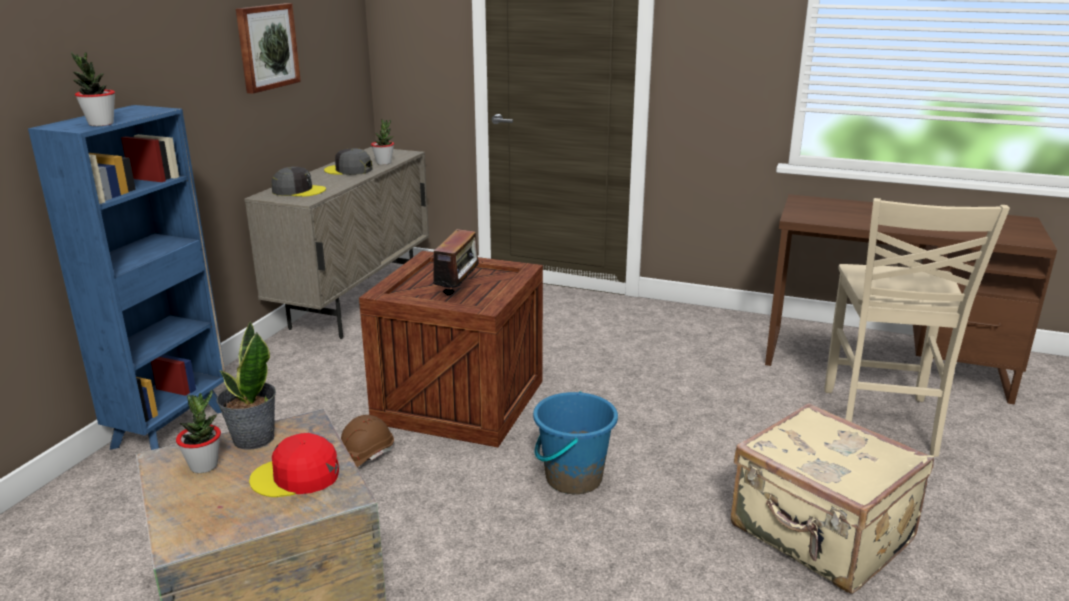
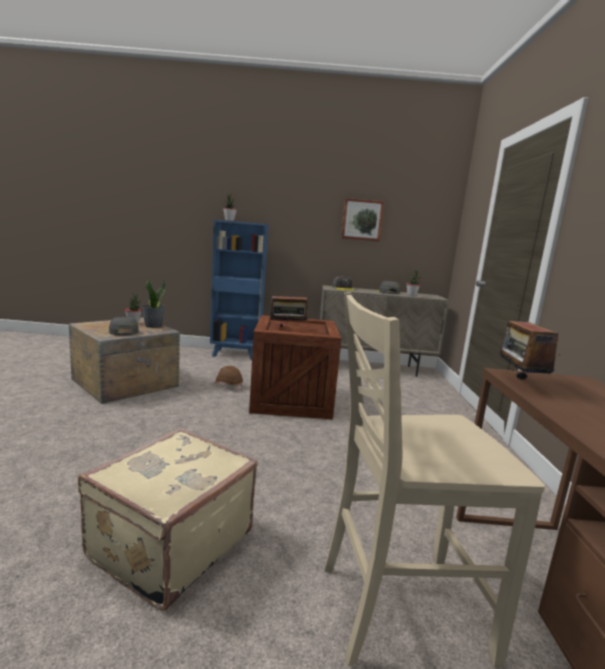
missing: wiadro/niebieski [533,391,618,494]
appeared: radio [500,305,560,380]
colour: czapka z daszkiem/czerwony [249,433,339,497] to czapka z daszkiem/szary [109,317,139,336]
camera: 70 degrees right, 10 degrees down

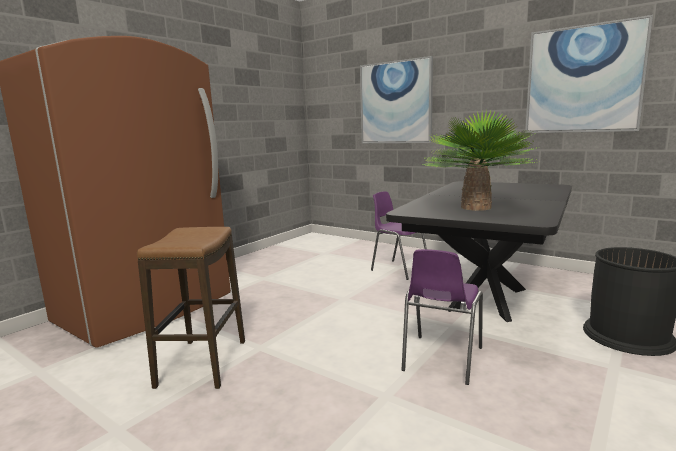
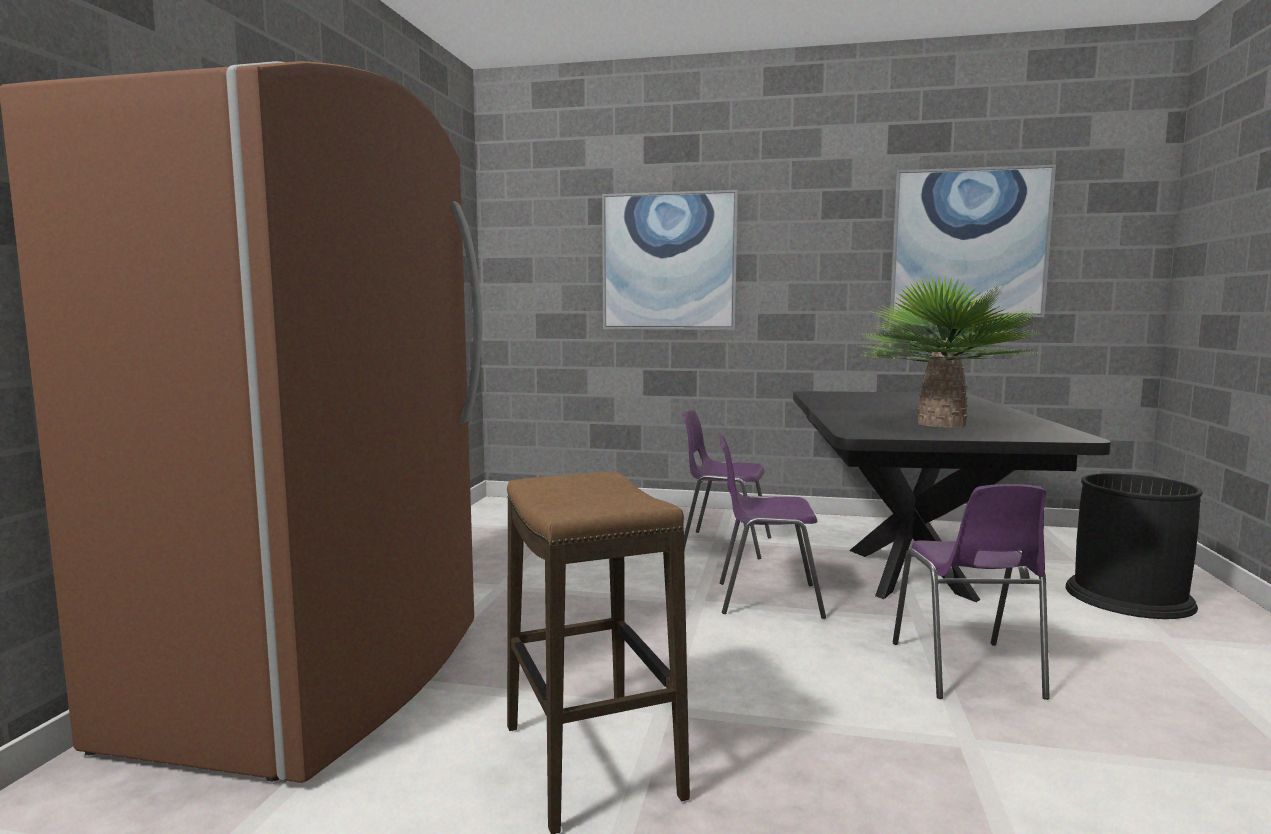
appeared: krzesło/fioletowy [719,435,826,619]
camera: 25 degrees left, 5 degrees down

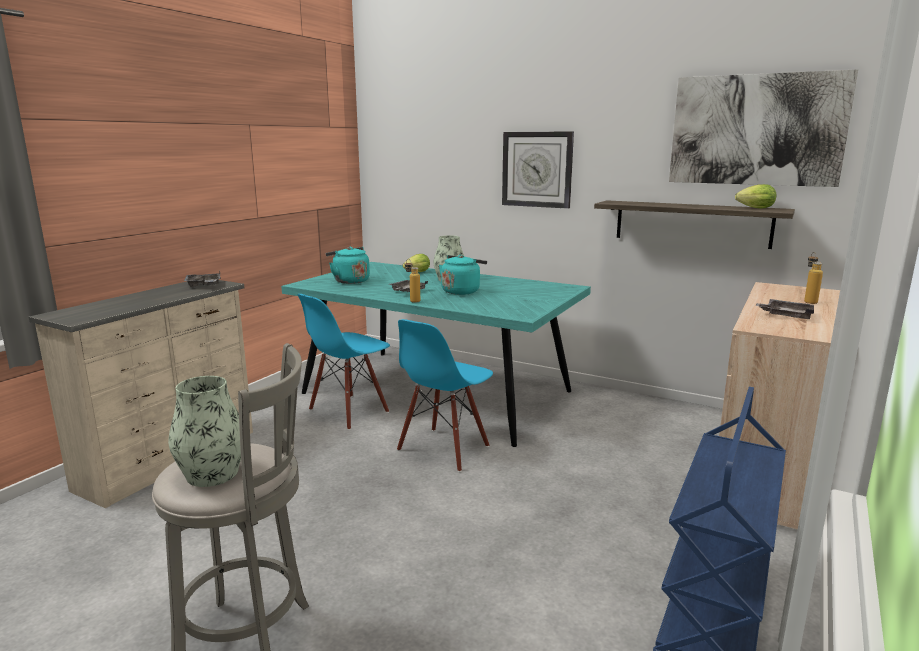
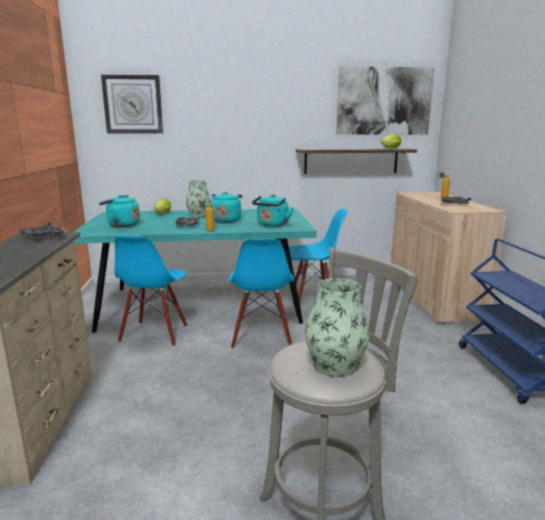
appeared: czajnik/turkusowy [252,195,294,227]; krzesło/niebieski [289,209,348,302]
relocated: zegar ścienny [502,131,574,209] to [101,74,163,134]
camera: 35 degrees left, 0 degrees up

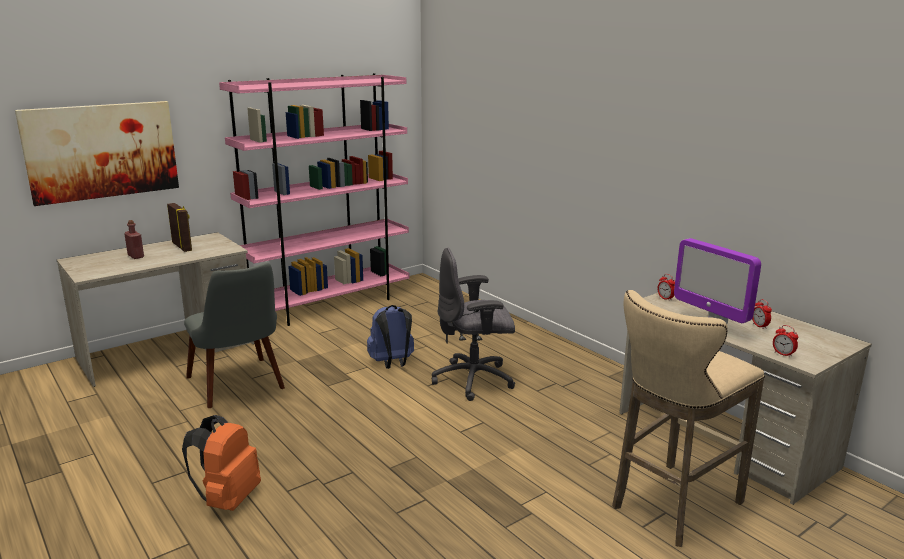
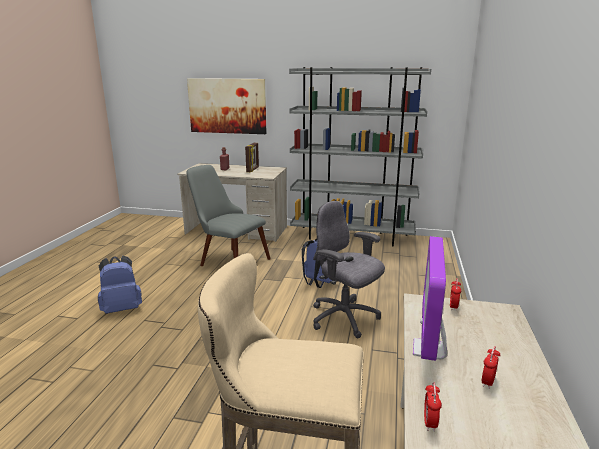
colour: plecak/pomarańczowy [182,415,261,511] to plecak/niebieski [98,256,142,314]; regał/różowy [219,73,409,326] to regał/szary [289,67,431,246]
spun: krzesło/szary [184,262,285,408] = [187,165,271,266] 105 degrees clockwise
camera: 50 degrees right, 0 degrees up

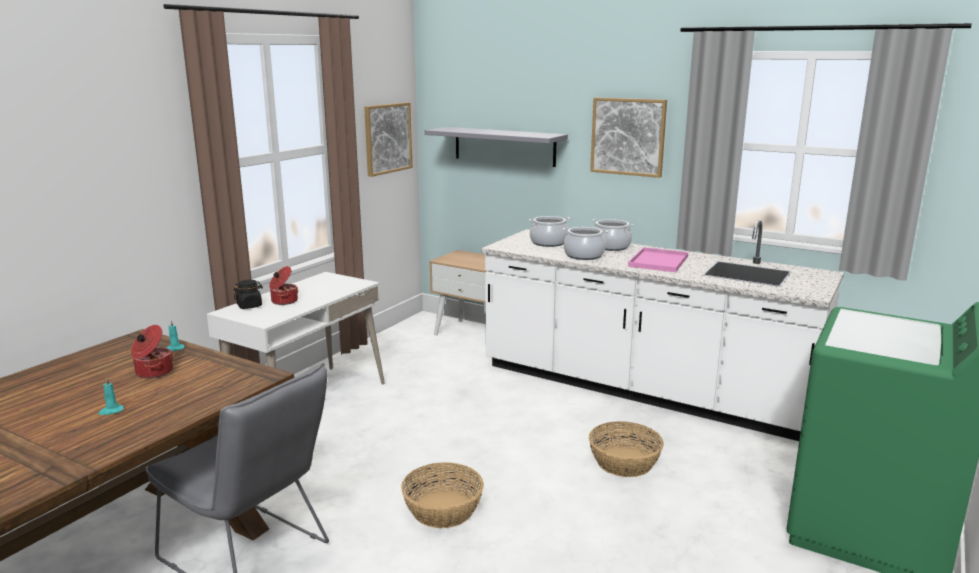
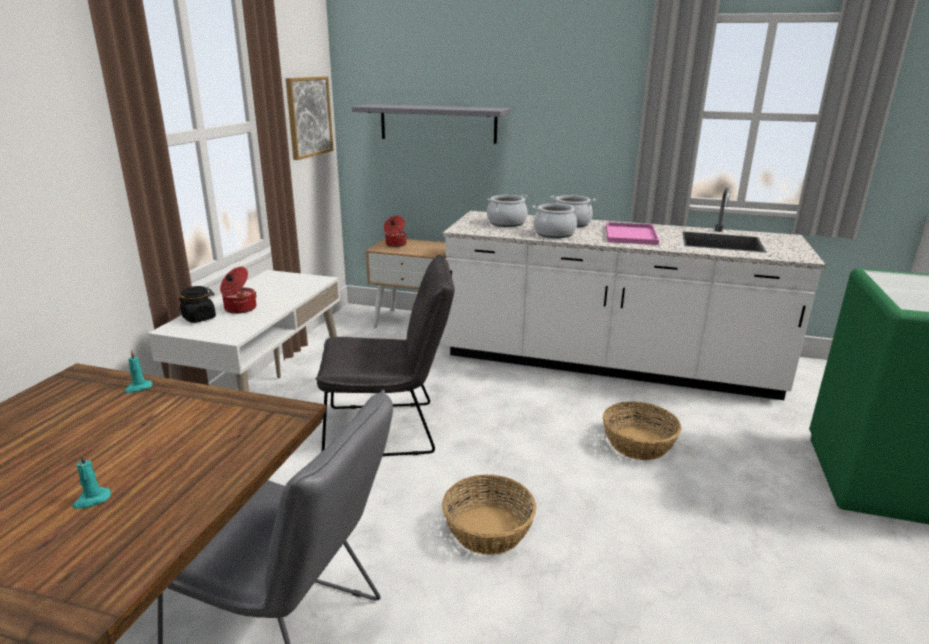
missing: obraz [590,97,667,178]
appeared: krzesło/szary [316,255,455,456]
relocated: garnek [131,325,173,378] to [383,216,406,247]
camera: 15 degrees left, 5 degrees up

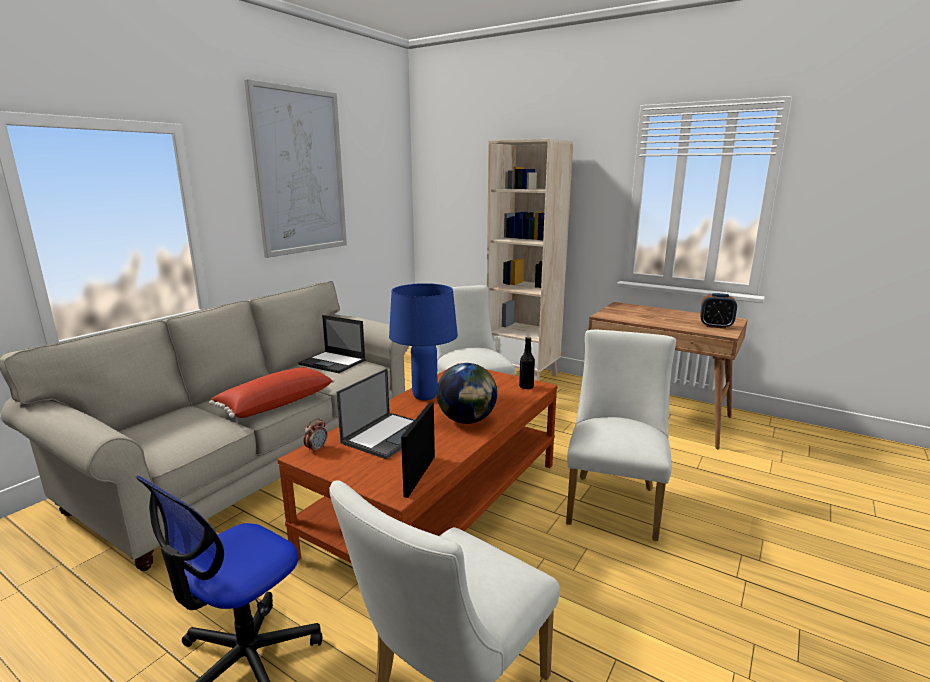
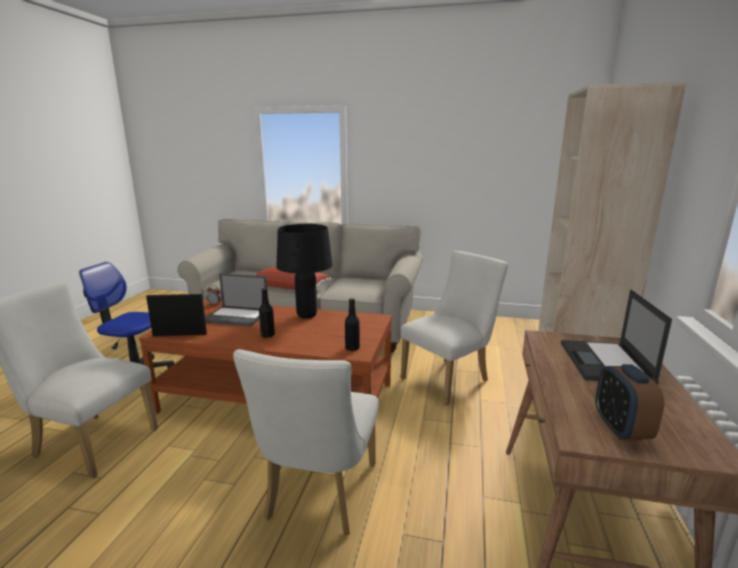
missing: obraz [244,79,347,258]
relocated: laptop [298,315,366,373] to [561,290,672,385]
exchanged: globus [437,363,497,424] to butelka/czarny [259,288,275,338]
colour: lampa stołowa/niebieski [389,283,458,400] to lampa stołowa/czarny [276,224,333,319]
spun: krzesło/biały [566,330,676,541] = [233,349,379,536] 105 degrees clockwise
camera: 70 degrees right, 0 degrees up

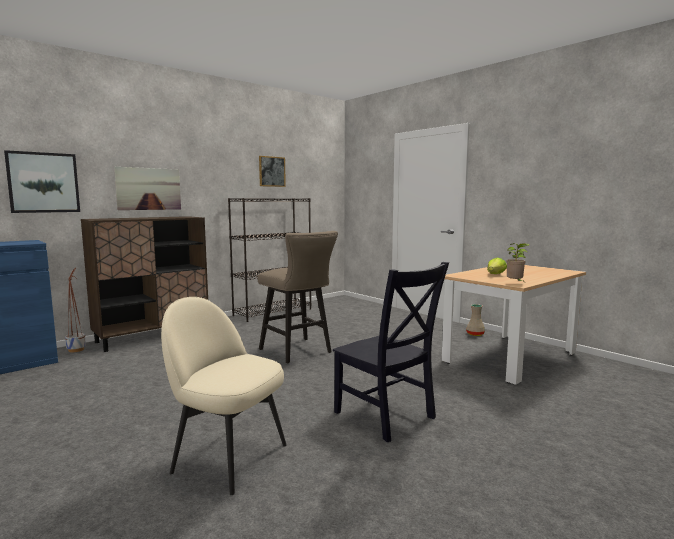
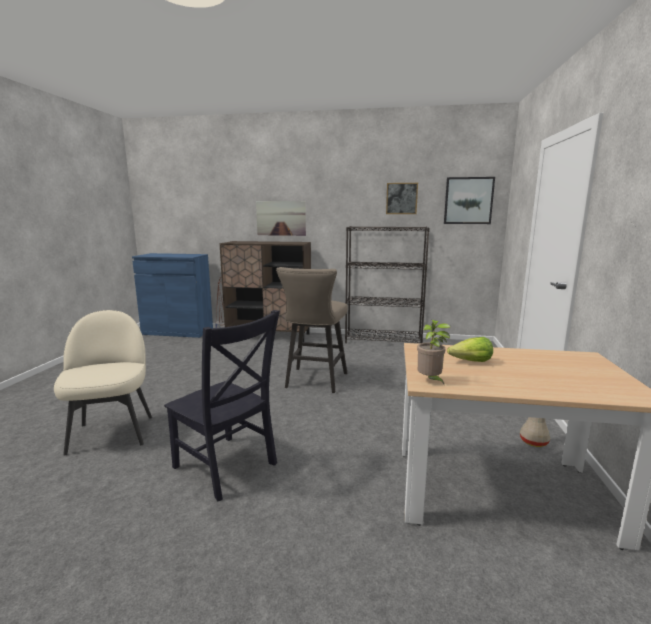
relocated: obraz [4,150,80,213] to [444,177,495,224]
spun: krzesło/czarny [333,262,449,442] = [164,310,280,501] 60 degrees counterclockwise
camera: 50 degrees right, 5 degrees up

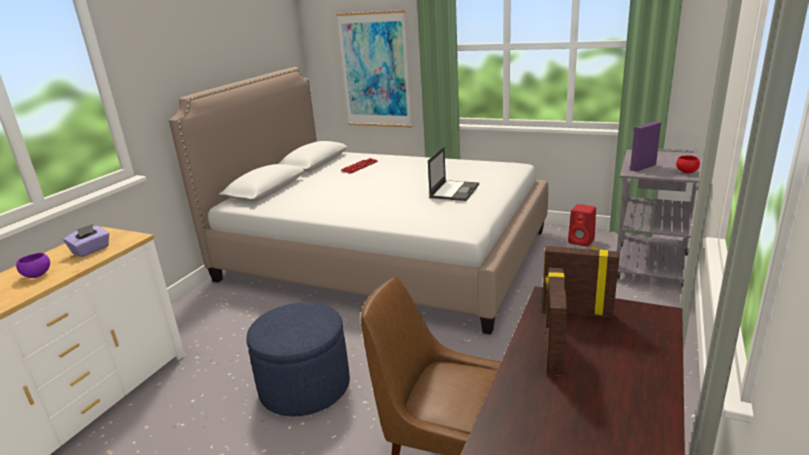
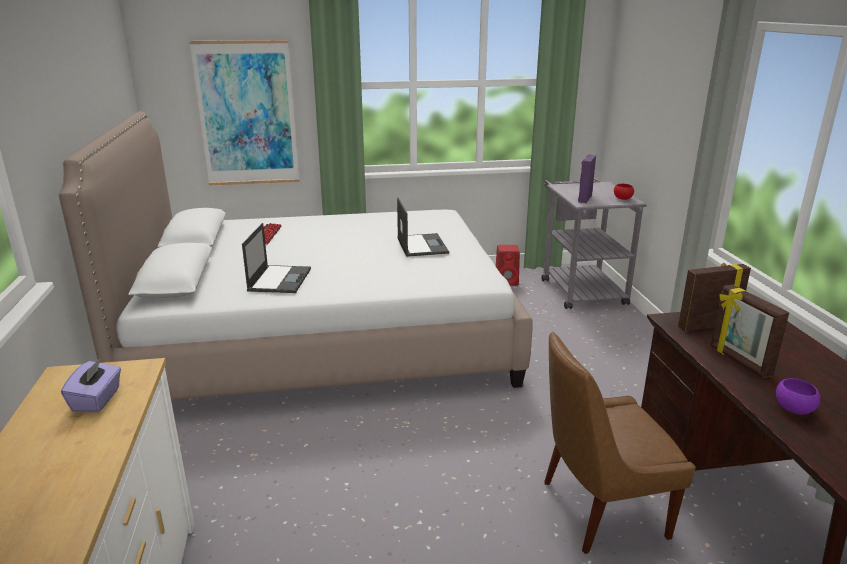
missing: pufa/niebieski [246,302,350,416]
appeared: laptop [242,223,311,293]
relocated: miska/fioletowy [16,253,50,278] to [776,378,820,415]
camera: 35 degrees left, 0 degrees up

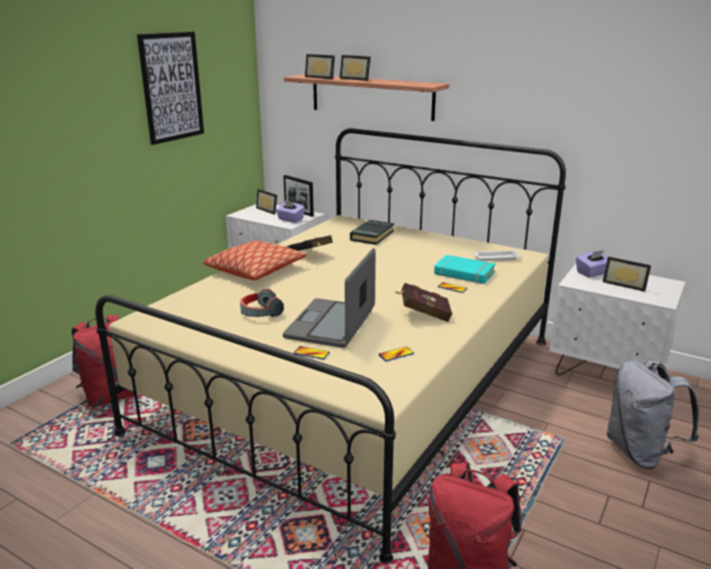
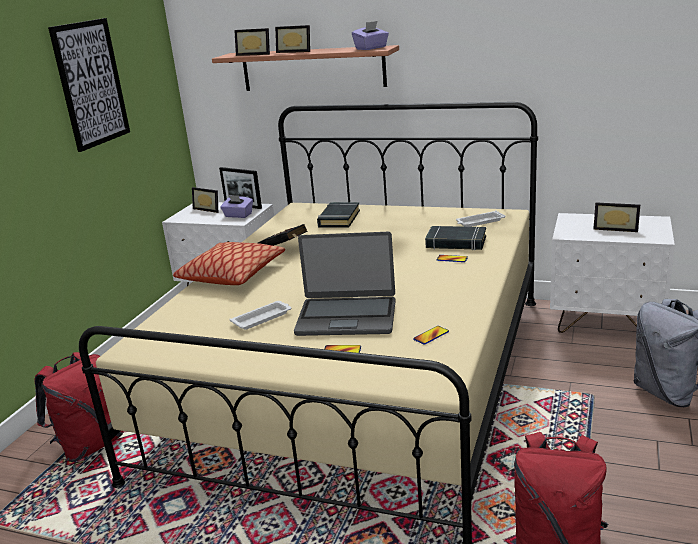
missing: książka/czerwony [395,283,453,322]
relocated: pudełko chusteczek/fioletowy [576,250,608,277] to [352,21,389,50]
exchanged: słuchawki [240,289,284,317] to taca/biały [229,301,291,330]
colour: książka/turkusowy [434,255,495,284] to książka/czarny [425,226,486,250]
spun: laptop [283,248,376,348] = [294,232,396,336] 90 degrees counterclockwise
camera: 10 degrees left, 0 degrees up

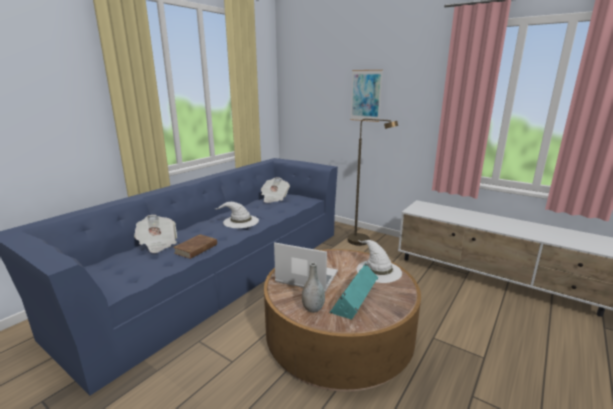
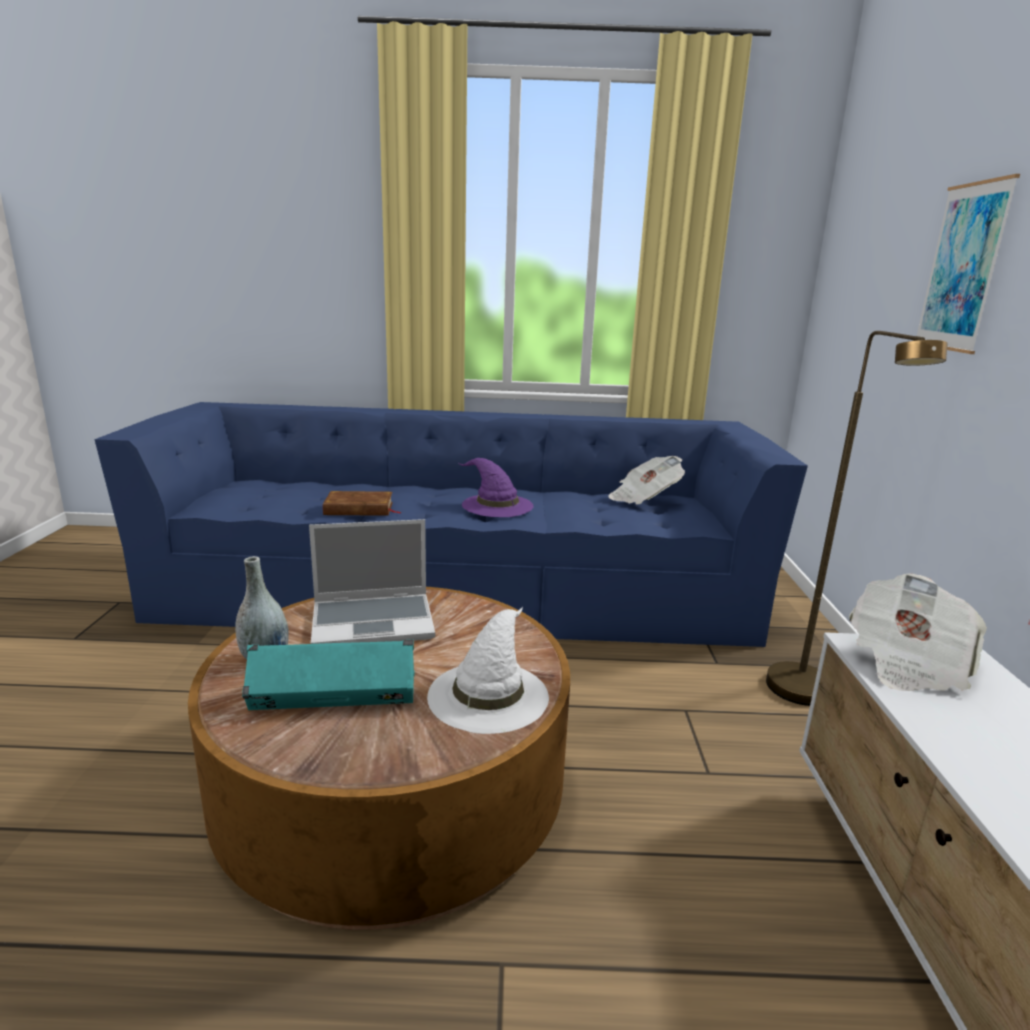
relocated: gazeta [134,215,177,253] to [849,573,987,691]
colour: kapelusz/biały [216,202,259,228] to kapelusz/fioletowy [458,458,533,517]
spun: laptop [274,242,338,292] = [309,519,435,644] 90 degrees clockwise
camera: 55 degrees right, 0 degrees up

